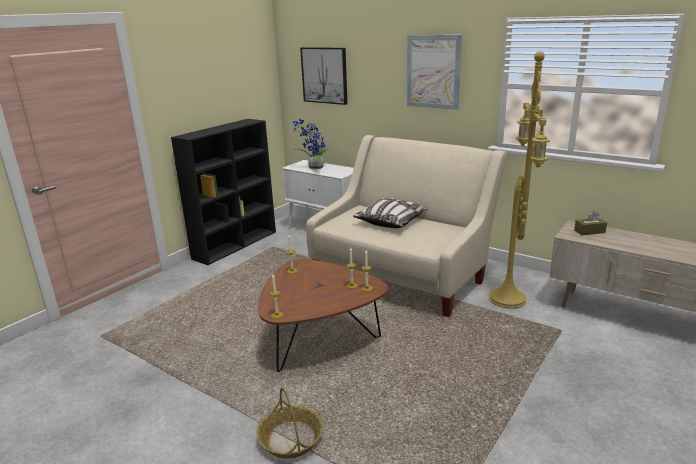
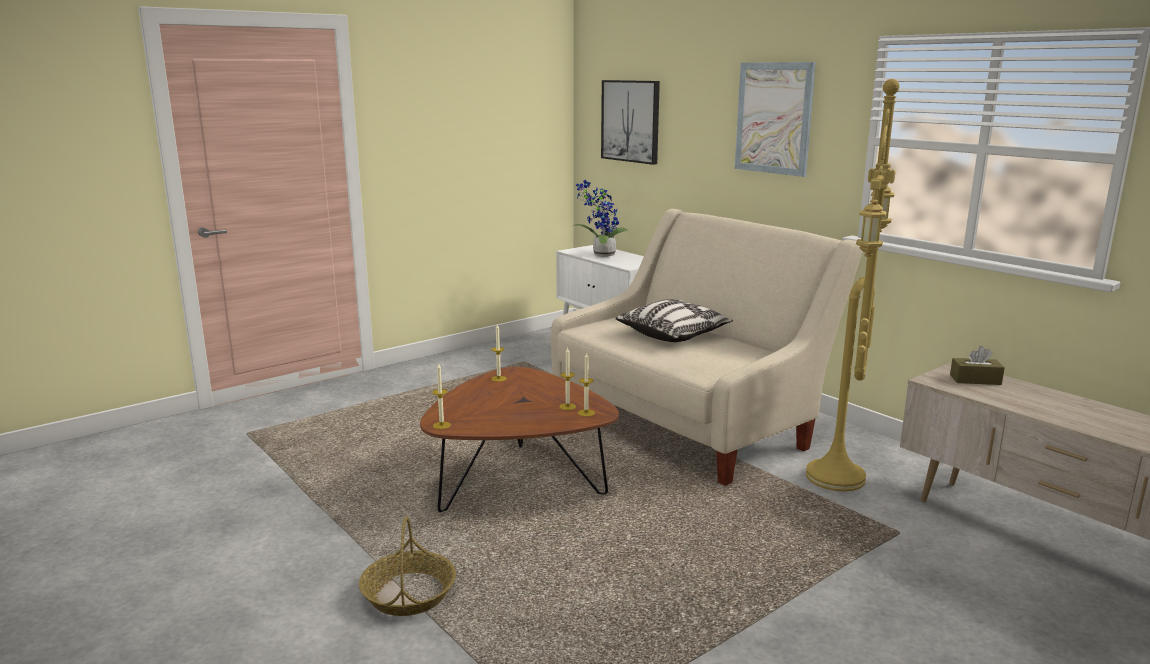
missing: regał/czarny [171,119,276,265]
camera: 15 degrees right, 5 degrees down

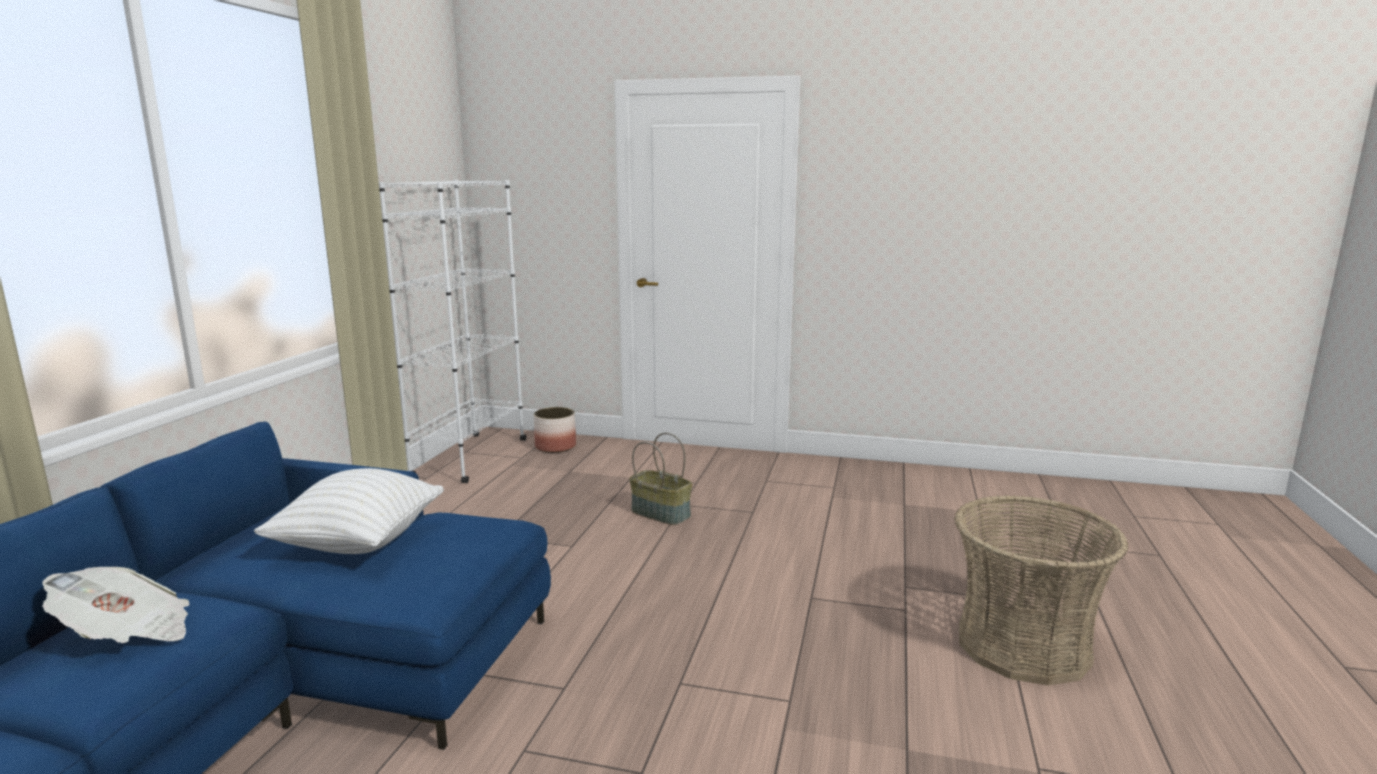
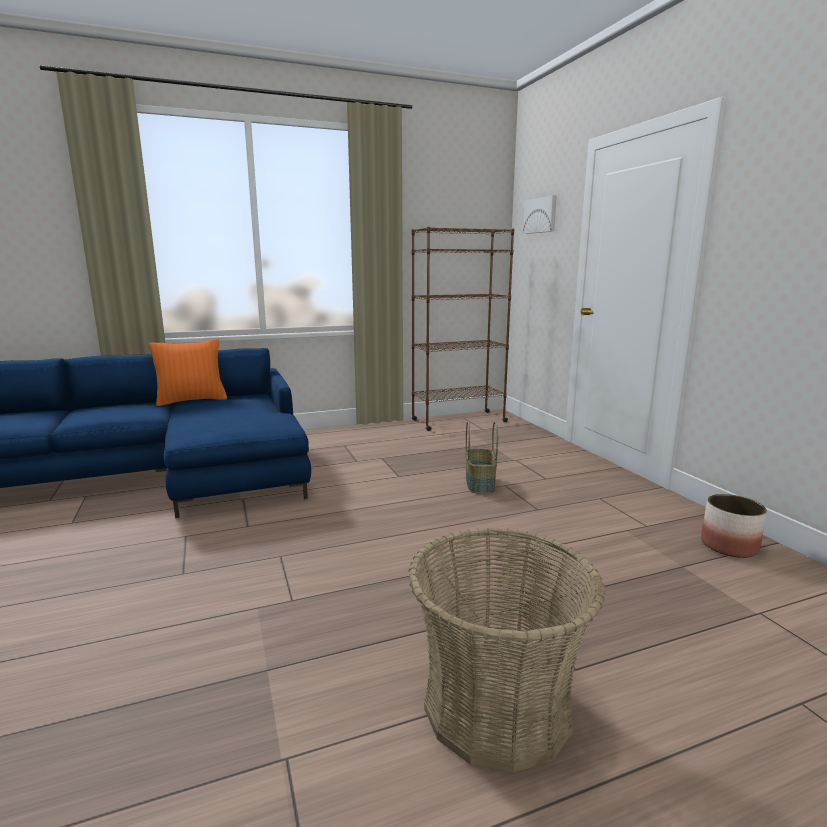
missing: gazeta [42,567,190,643]; poduszka/biały [254,468,444,554]
appeared: poduszka/pomarańczowy [149,339,227,406]; obraz [523,195,557,234]
relocated: donica [534,407,576,453] to [701,494,767,558]
colour: regał/biały [379,180,527,483] to regał/brązowy [412,227,514,431]
camera: 55 degrees right, 0 degrees up

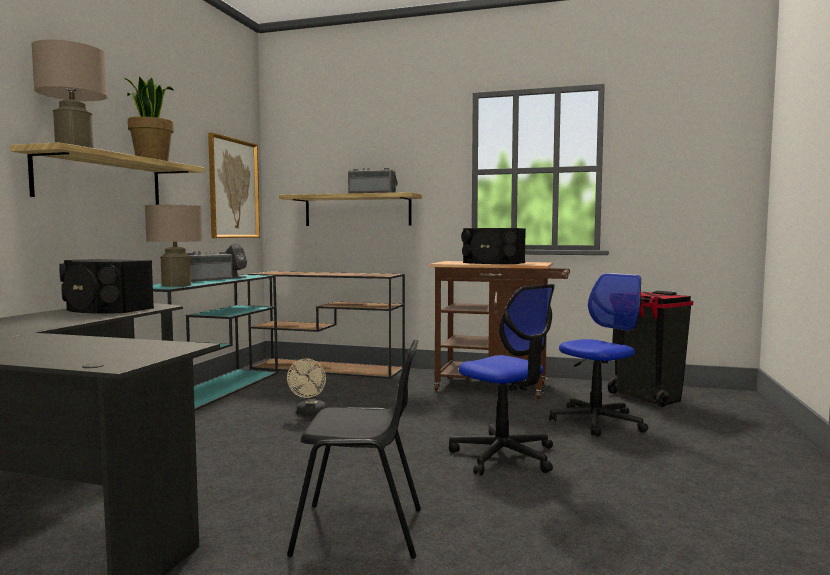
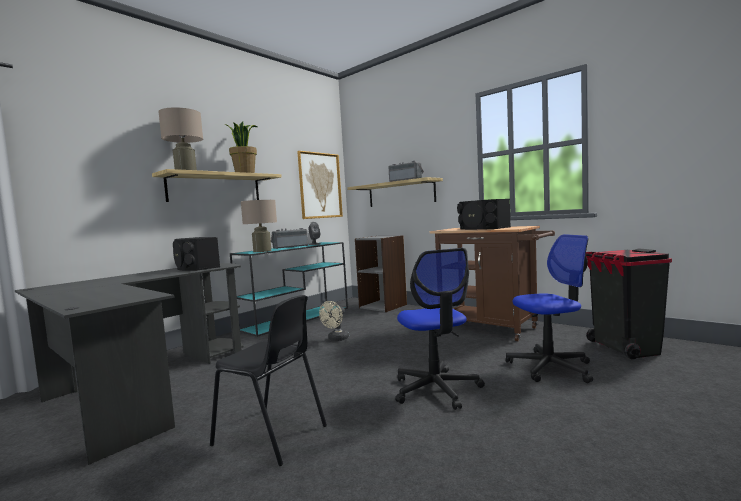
exchanged: stolik konsolowy/brązowy [247,271,405,379] to regał/szary [355,235,407,312]
camera: 25 degrees right, 0 degrees up

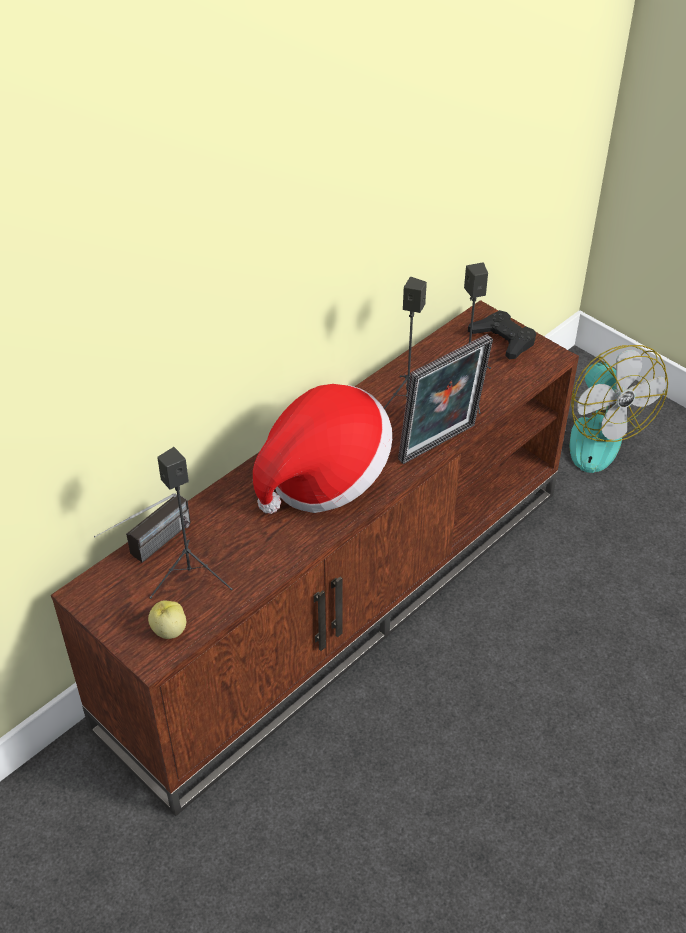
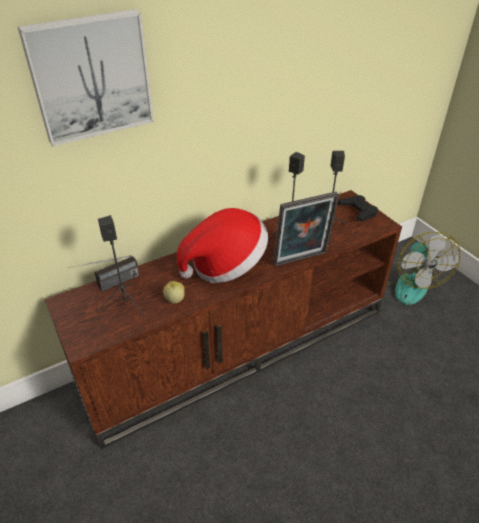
appeared: obraz [17,9,154,146]
relocated: jabłko [148,601,186,639] to [163,281,184,304]
camera: 15 degrees right, 5 degrees down

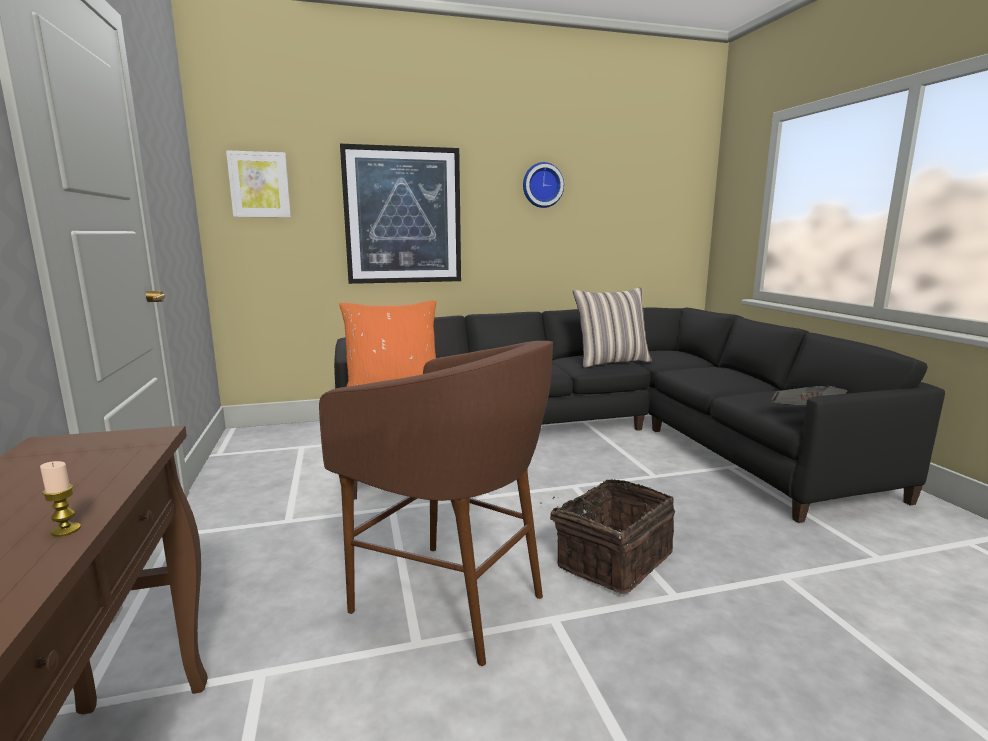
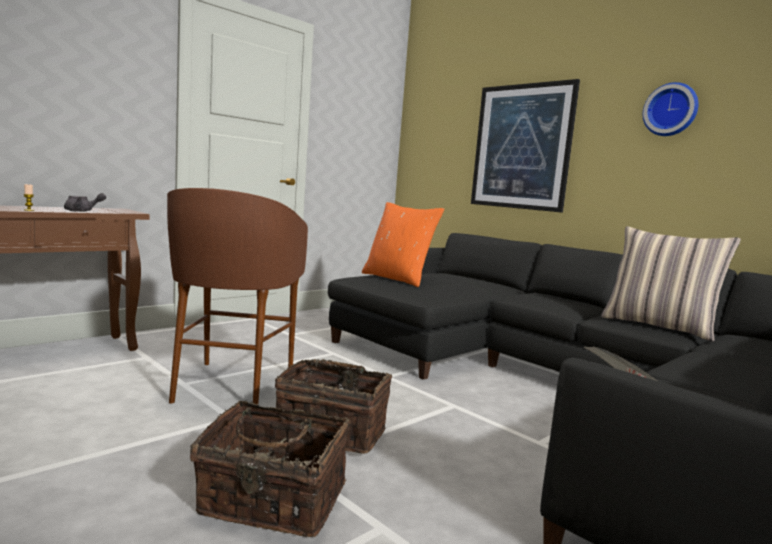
missing: obraz [226,150,291,217]
appeared: imbryk/szary [64,193,106,212]; koszyk [190,400,351,537]
camera: 60 degrees right, 5 degrees down

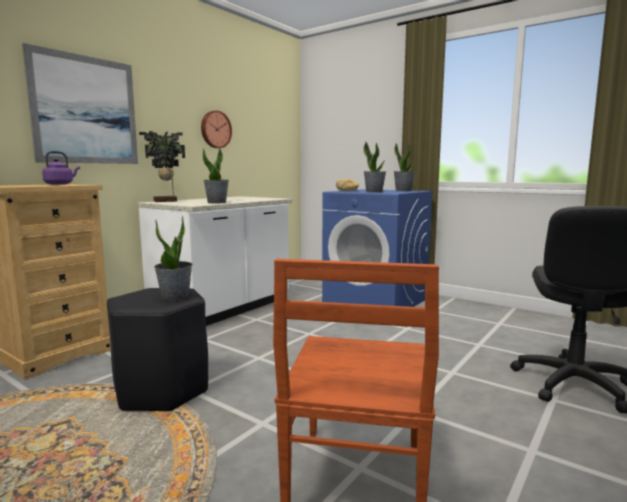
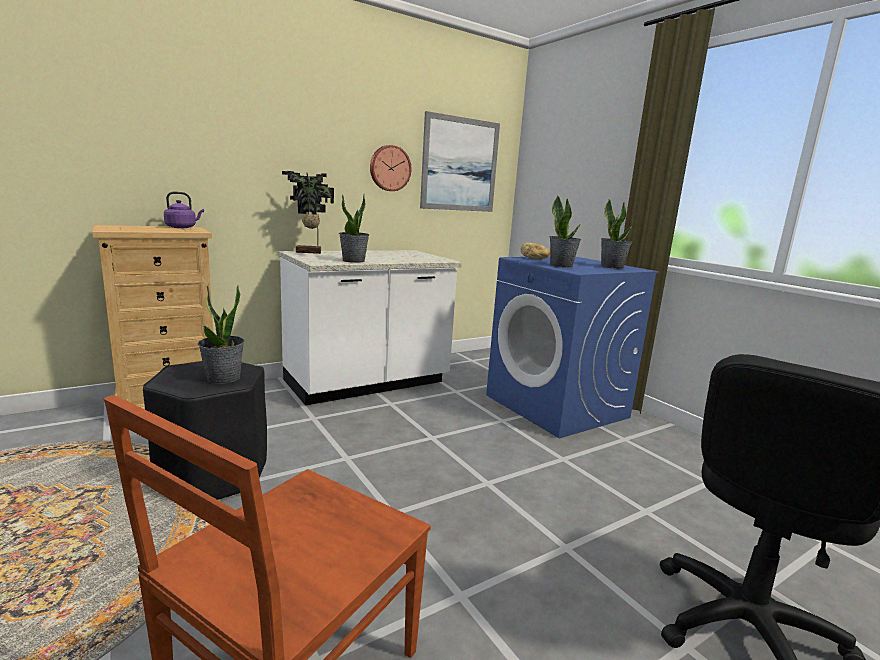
relocated: obraz [22,43,138,164] to [420,111,500,212]
camera: 20 degrees right, 5 degrees up

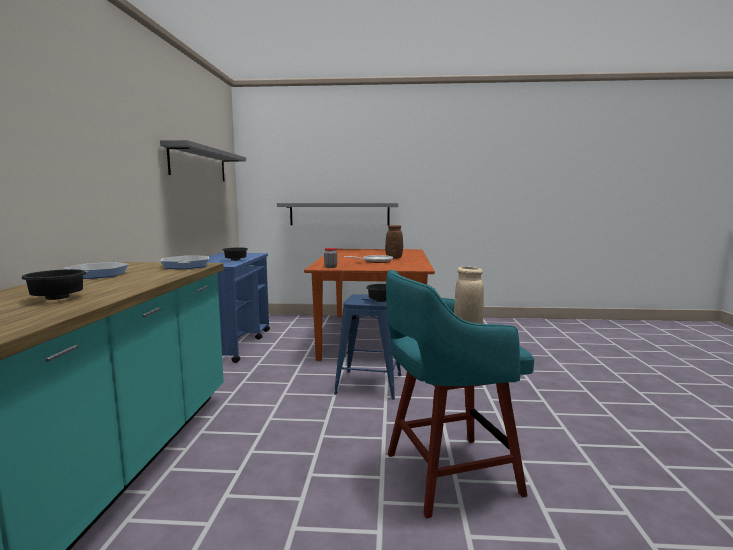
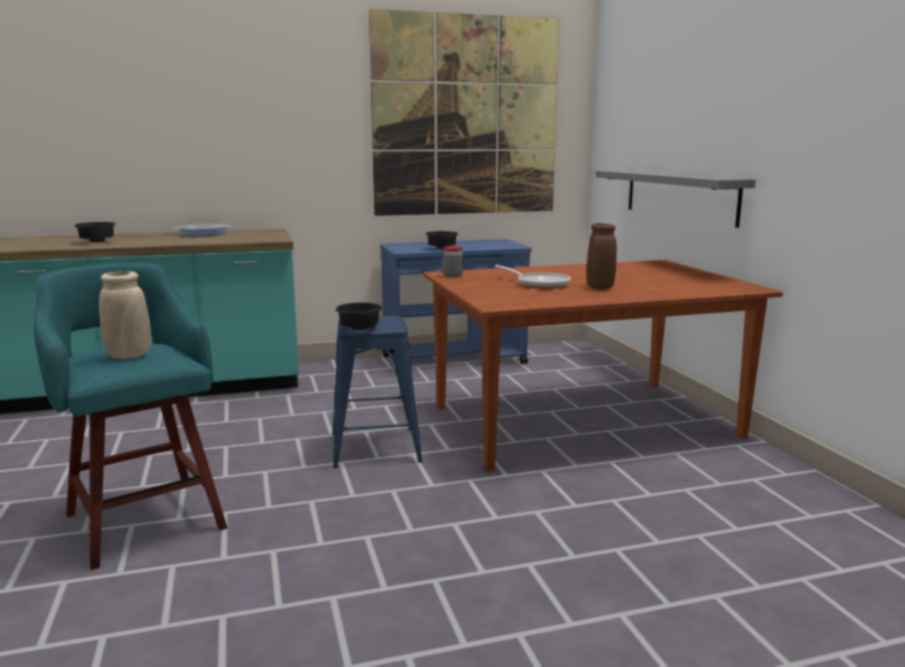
missing: patelnia [160,255,209,269]
exchanged: półka/szary [160,140,246,181] to obraz [369,9,559,216]
camera: 70 degrees right, 5 degrees up

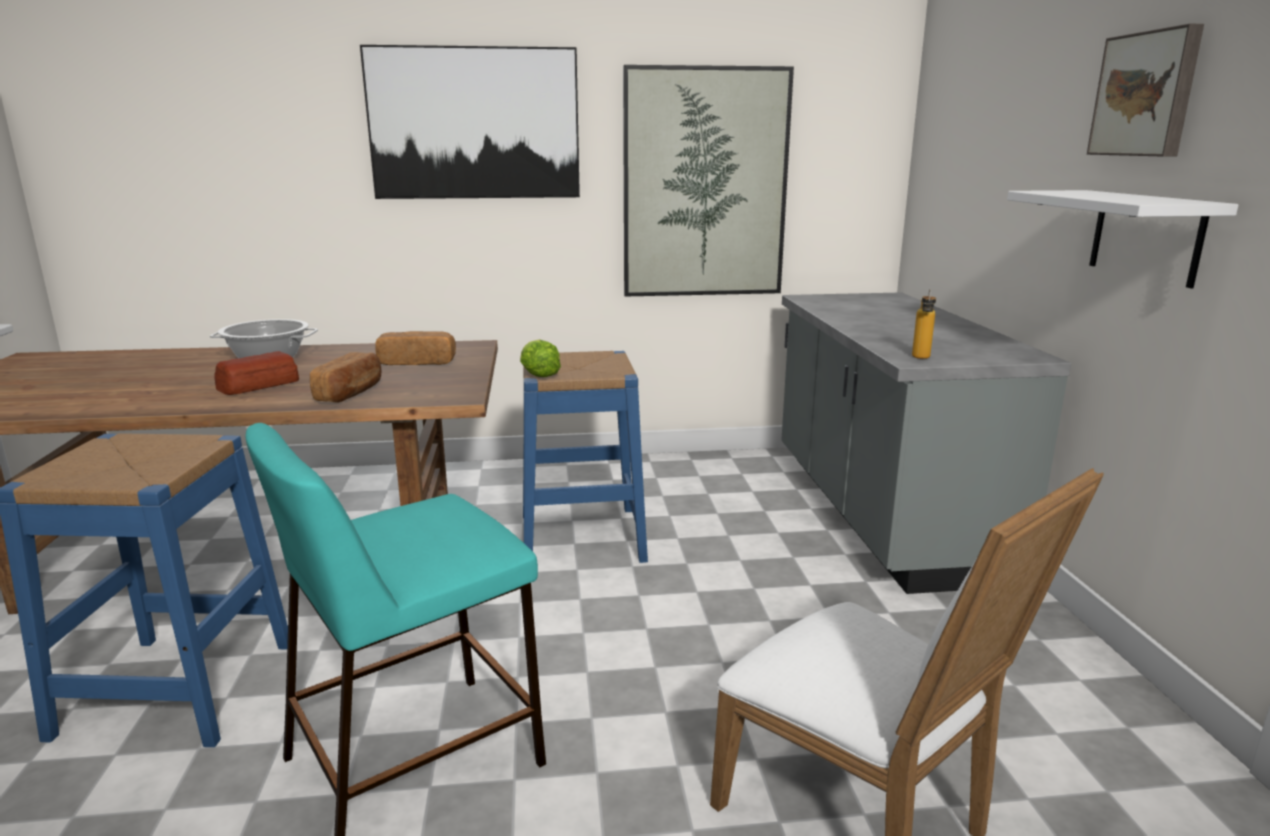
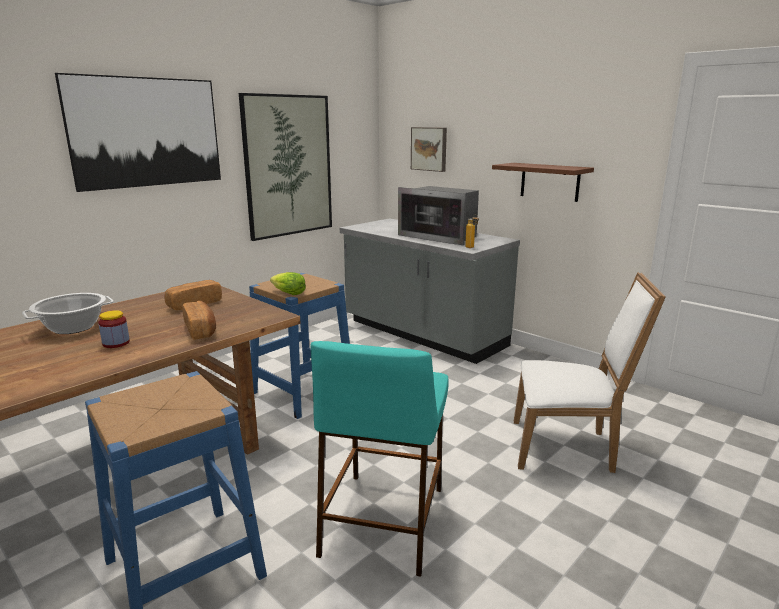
appeared: mikrofalówka [398,186,479,245]
relocated: obraz [1087,24,1204,157] to [411,127,447,172]
exchanged: chleb [214,351,299,395] to słoik [98,310,130,348]
colour: półka/biały [1007,190,1238,288] to półka/brązowy [492,163,594,202]
camera: 40 degrees left, 0 degrees up

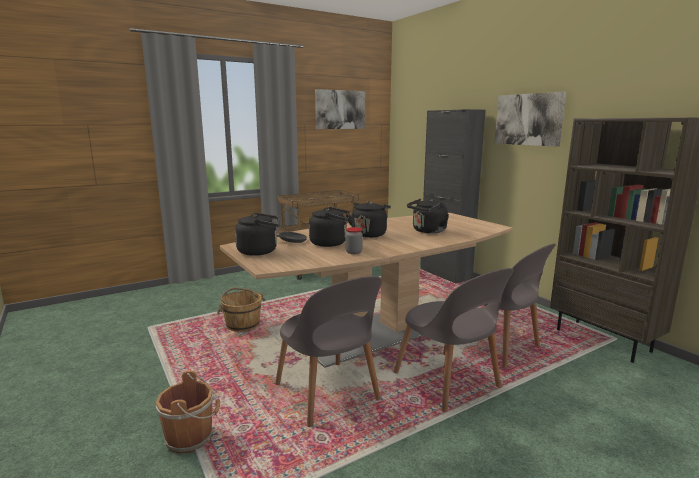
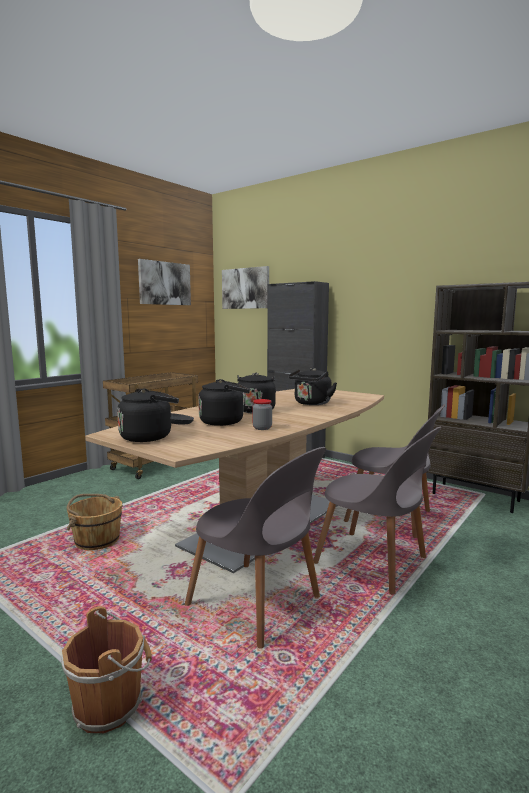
relocated: obraz [495,92,566,147] to [222,266,269,309]
camera: 20 degrees left, 5 degrees down

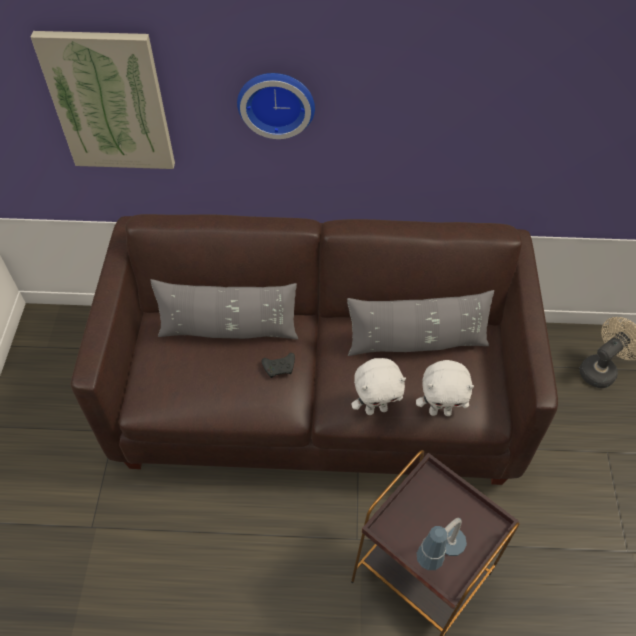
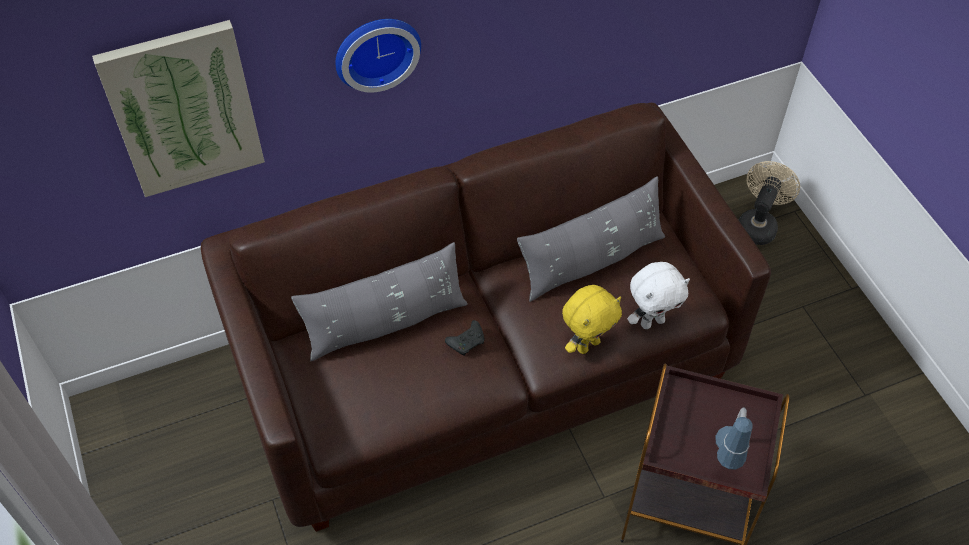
colour: pluszak/biały [351,358,406,415] to pluszak/żółty [562,285,622,354]
camera: 25 degrees left, 0 degrees up

